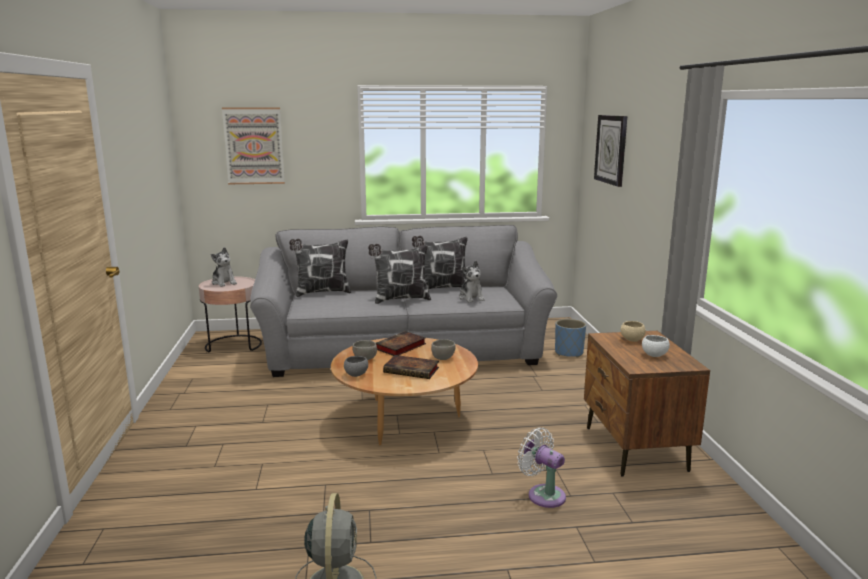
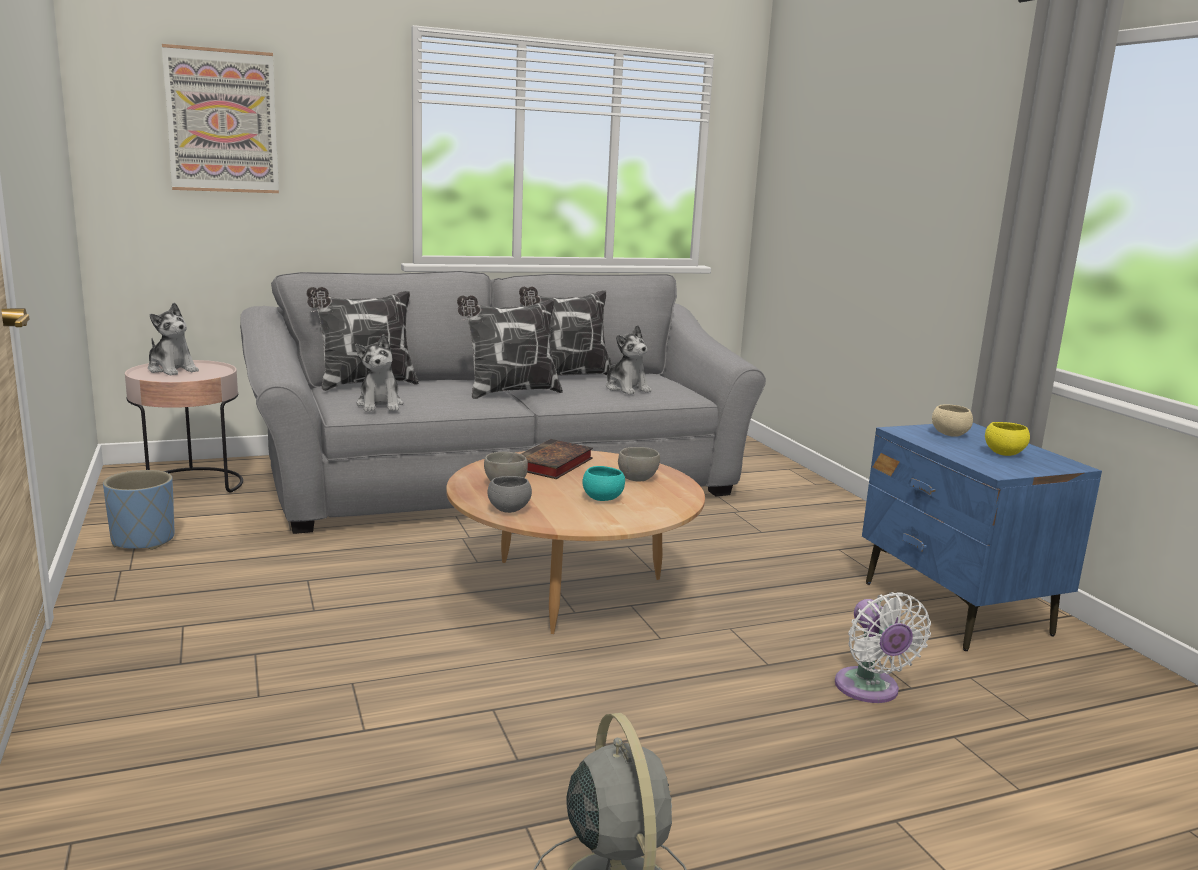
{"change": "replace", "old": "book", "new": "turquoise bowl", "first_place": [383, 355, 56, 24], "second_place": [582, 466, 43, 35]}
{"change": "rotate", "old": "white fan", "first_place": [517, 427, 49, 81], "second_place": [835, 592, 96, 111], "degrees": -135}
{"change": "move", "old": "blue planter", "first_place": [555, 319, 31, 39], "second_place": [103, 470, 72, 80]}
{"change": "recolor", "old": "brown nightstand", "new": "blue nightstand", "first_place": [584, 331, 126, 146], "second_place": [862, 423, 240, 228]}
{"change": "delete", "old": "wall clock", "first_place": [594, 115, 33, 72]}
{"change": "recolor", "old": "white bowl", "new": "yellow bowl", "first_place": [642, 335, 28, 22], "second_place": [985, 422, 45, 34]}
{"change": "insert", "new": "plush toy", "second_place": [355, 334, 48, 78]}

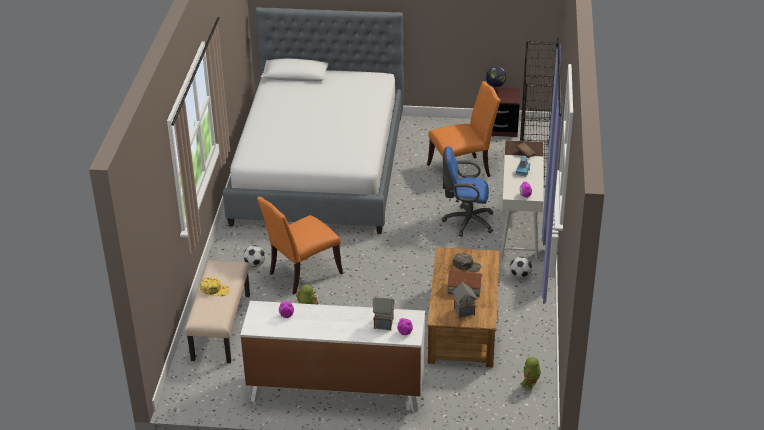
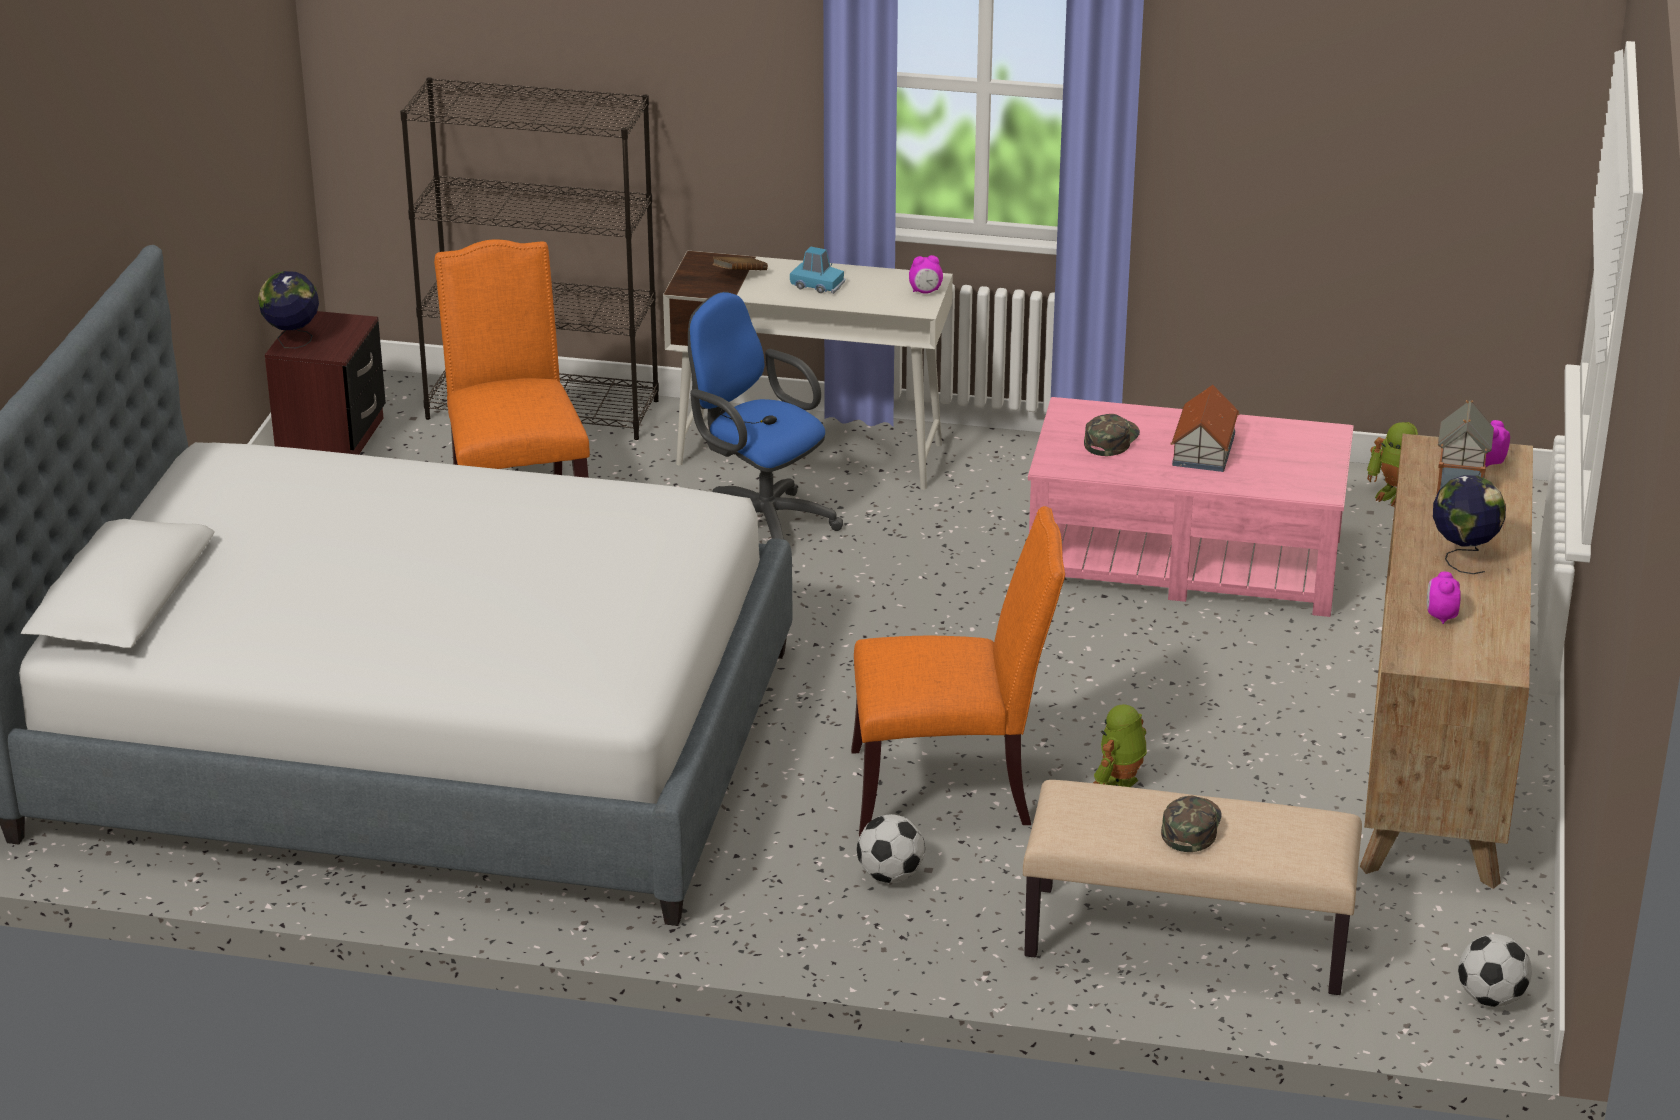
{"change": "recolor", "old": "yellow cap", "new": "green cap", "first_place": [200, 277, 30, 19], "second_place": [1161, 796, 61, 56]}
{"change": "recolor", "old": "white dresser", "new": "brown dresser", "first_place": [240, 301, 185, 112], "second_place": [1360, 434, 173, 455]}
{"change": "rotate", "old": "orange chair", "first_place": [257, 196, 86, 98], "second_place": [851, 506, 214, 331], "degrees": -60}
{"change": "recolor", "old": "brown coffee table", "new": "pink coffee table", "first_place": [427, 247, 73, 120], "second_place": [1028, 397, 326, 220]}
{"change": "rotate", "old": "blue office chair", "first_place": [442, 146, 52, 91], "second_place": [688, 292, 155, 248], "degrees": 120}
{"change": "delete", "old": "toy house", "first_place": [453, 282, 24, 37]}
{"change": "move", "old": "football", "first_place": [510, 257, 22, 22], "second_place": [1458, 934, 74, 73]}
{"change": "insert", "new": "globe", "second_place": [1433, 475, 73, 99]}

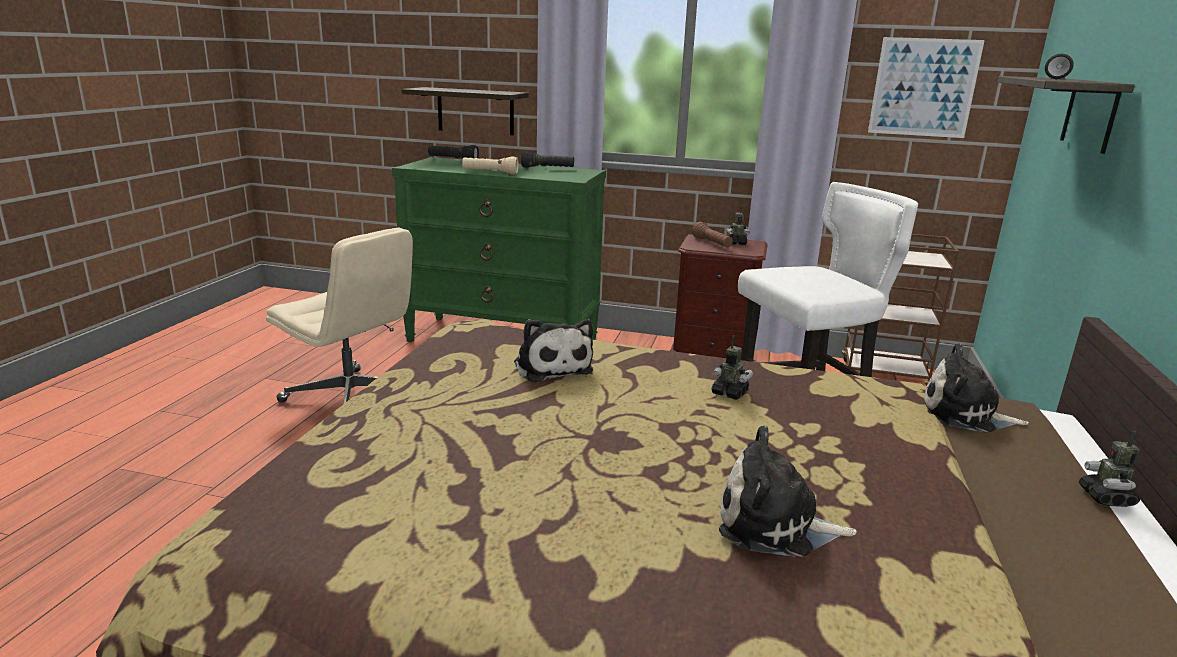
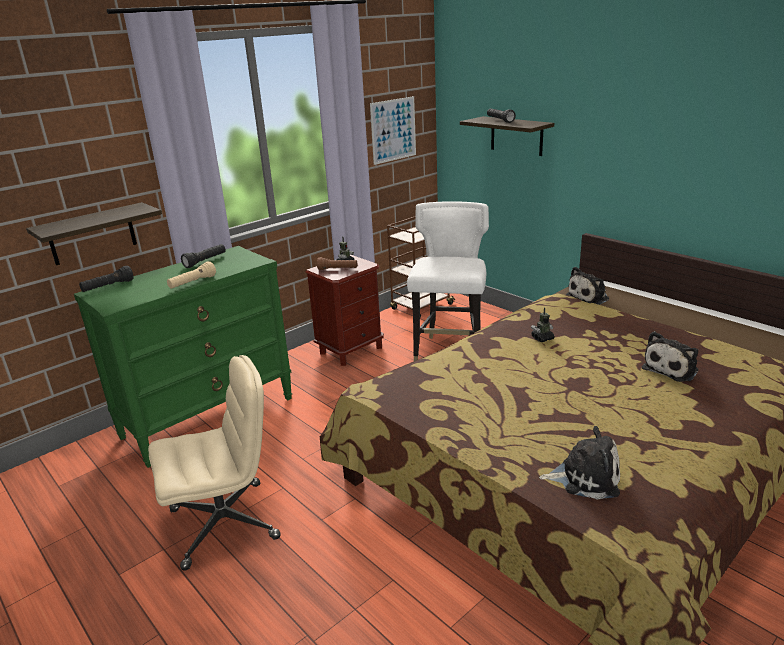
{"change": "move", "old": "plush toy", "first_place": [514, 319, 79, 63], "second_place": [539, 426, 81, 73]}
{"change": "delete", "old": "toy robot", "first_place": [1079, 431, 61, 76]}

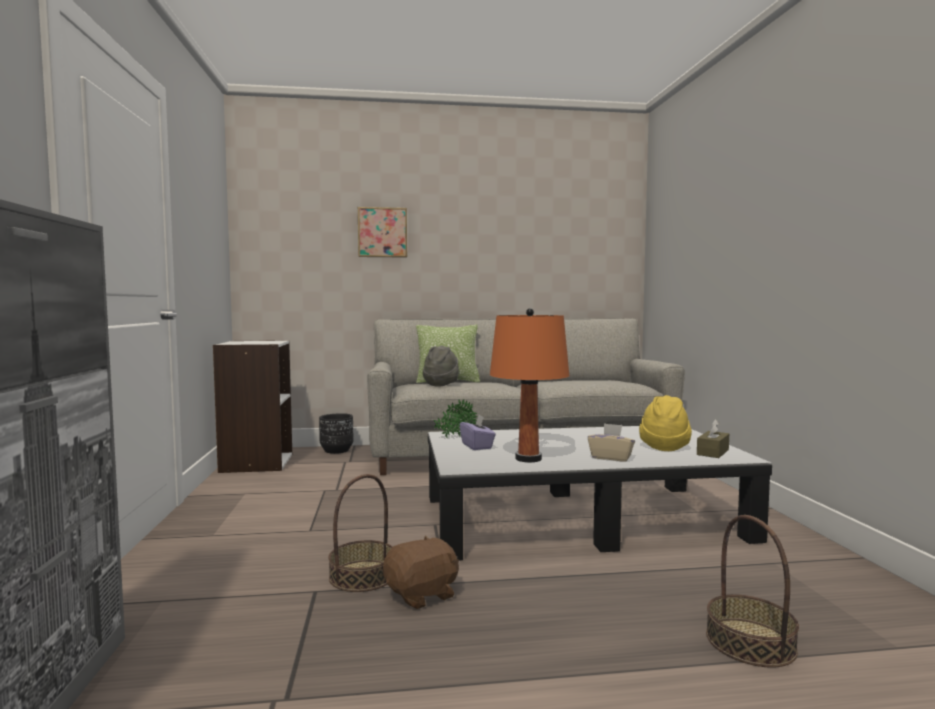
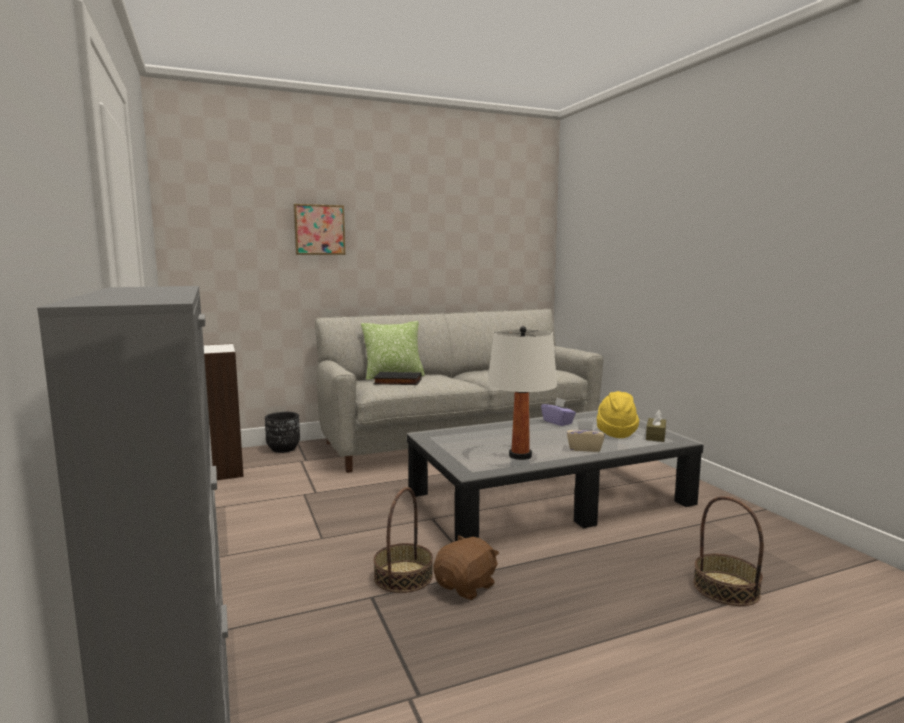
{"change": "replace", "old": "grey hat", "new": "black book", "first_place": [423, 346, 36, 41], "second_place": [373, 372, 49, 13]}
{"change": "delete", "old": "potted plant", "first_place": [434, 399, 43, 38]}
{"change": "move", "old": "purple tissue box", "first_place": [460, 415, 36, 35], "second_place": [541, 398, 35, 28]}
{"change": "recolor", "old": "orange table lamp", "new": "white table lamp", "first_place": [490, 308, 80, 154], "second_place": [487, 326, 70, 134]}

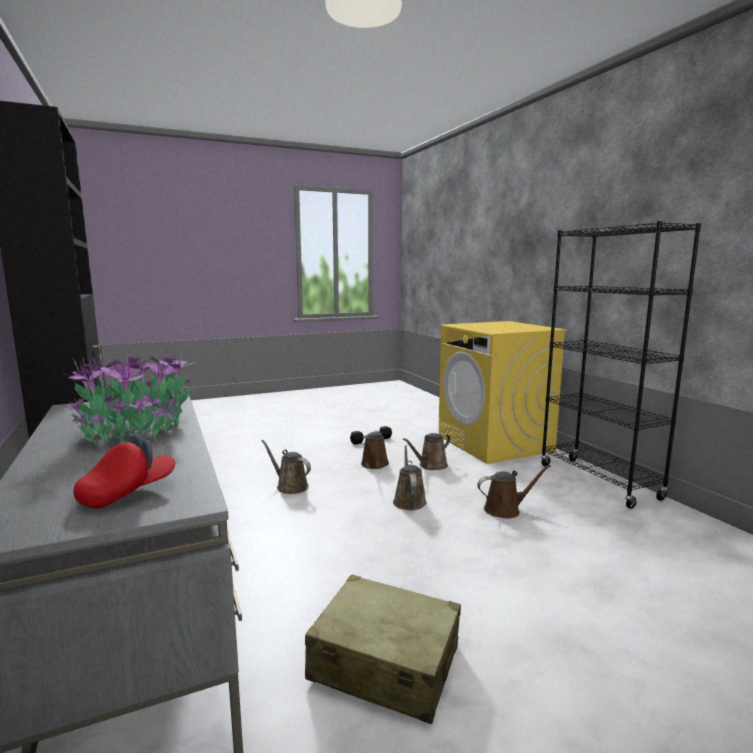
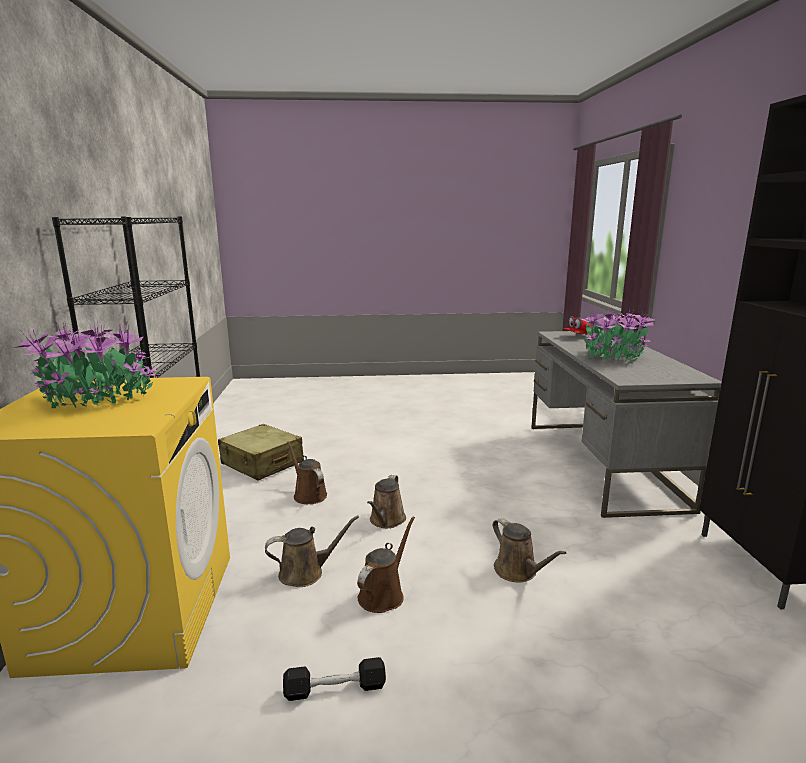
{"change": "move", "old": "beige suitcase", "first_place": [305, 574, 156, 150], "second_place": [218, 424, 86, 57]}
{"change": "rotate", "old": "brown watering can", "first_place": [477, 465, 74, 53], "second_place": [287, 441, 40, 63], "degrees": 45}
{"change": "insert", "new": "potted plant", "second_place": [14, 321, 143, 87]}

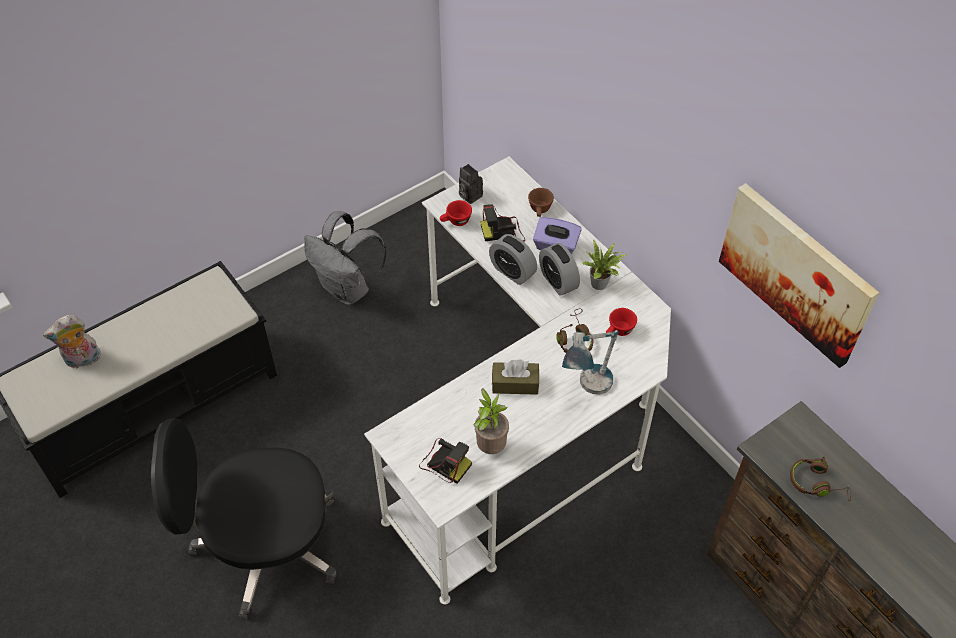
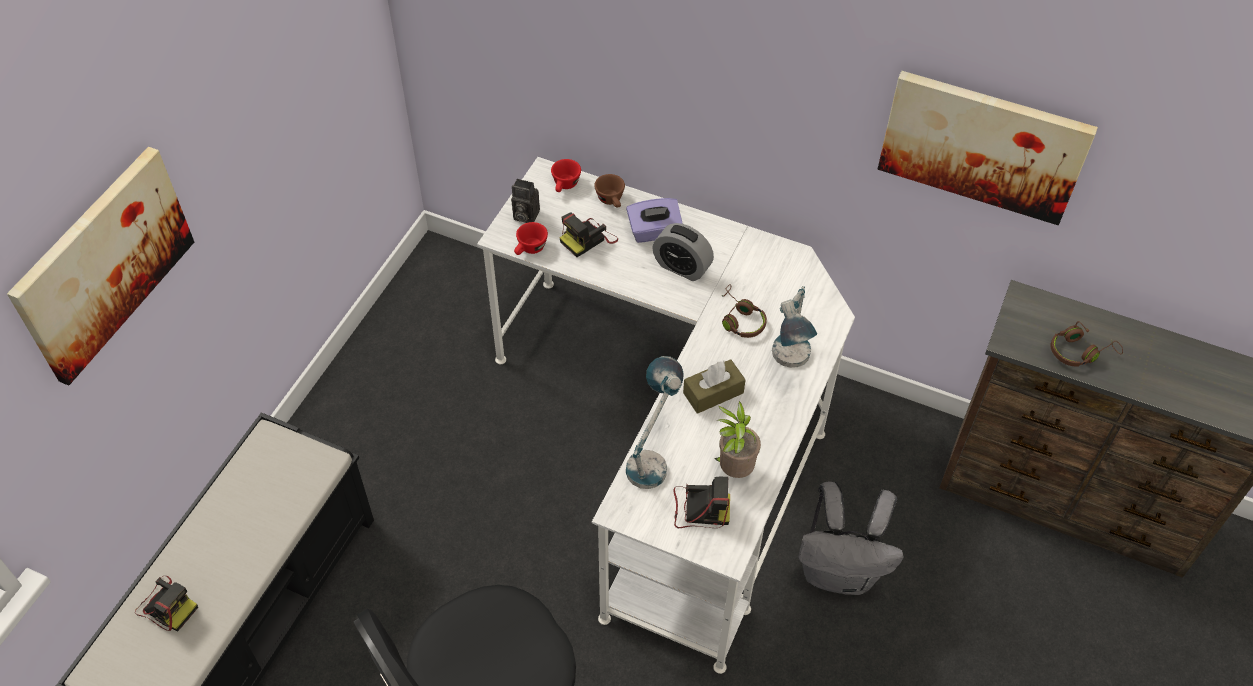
{"change": "replace", "old": "plush toy", "new": "photo camera", "first_place": [43, 315, 58, 54], "second_place": [135, 576, 63, 56]}
{"change": "move", "old": "grey backpack", "first_place": [304, 211, 83, 94], "second_place": [798, 481, 106, 114]}
{"change": "delete", "old": "alarm clock", "first_place": [489, 234, 48, 51]}
{"change": "delete", "old": "potted plant", "first_place": [582, 239, 45, 51]}
{"change": "move", "old": "red cup", "first_place": [606, 308, 31, 28], "second_place": [551, 159, 30, 33]}
{"change": "insert", "new": "picture", "second_place": [7, 147, 187, 239]}
{"change": "insert", "new": "table lamp", "second_place": [626, 356, 58, 133]}

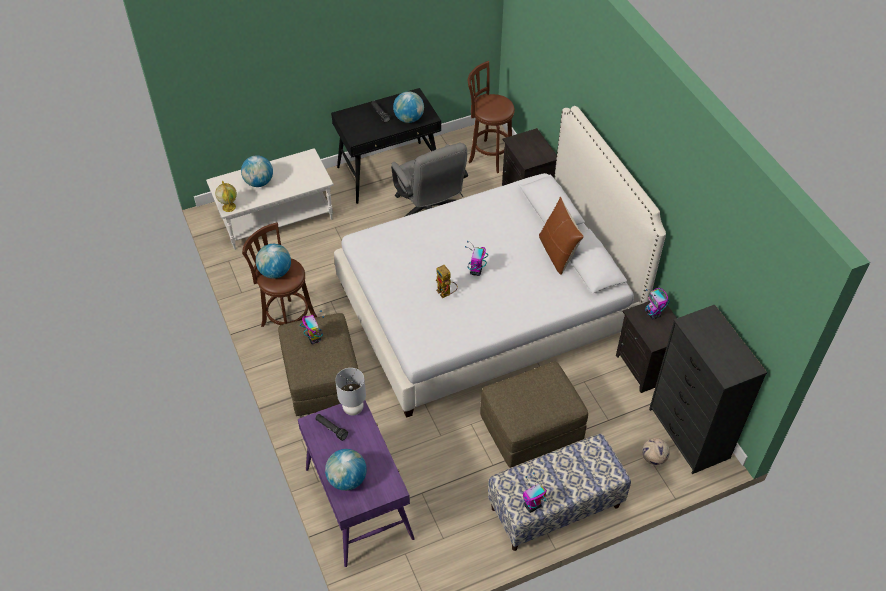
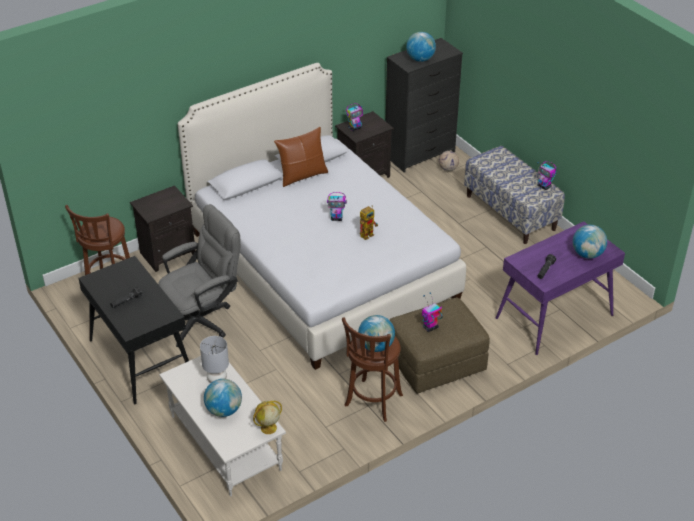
{"change": "move", "old": "grey table lamp", "first_place": [335, 368, 31, 47], "second_place": [200, 336, 29, 47]}
{"change": "move", "old": "globe", "first_place": [393, 91, 31, 32], "second_place": [406, 32, 30, 30]}
{"change": "delete", "old": "brown ottoman", "first_place": [480, 361, 108, 107]}

